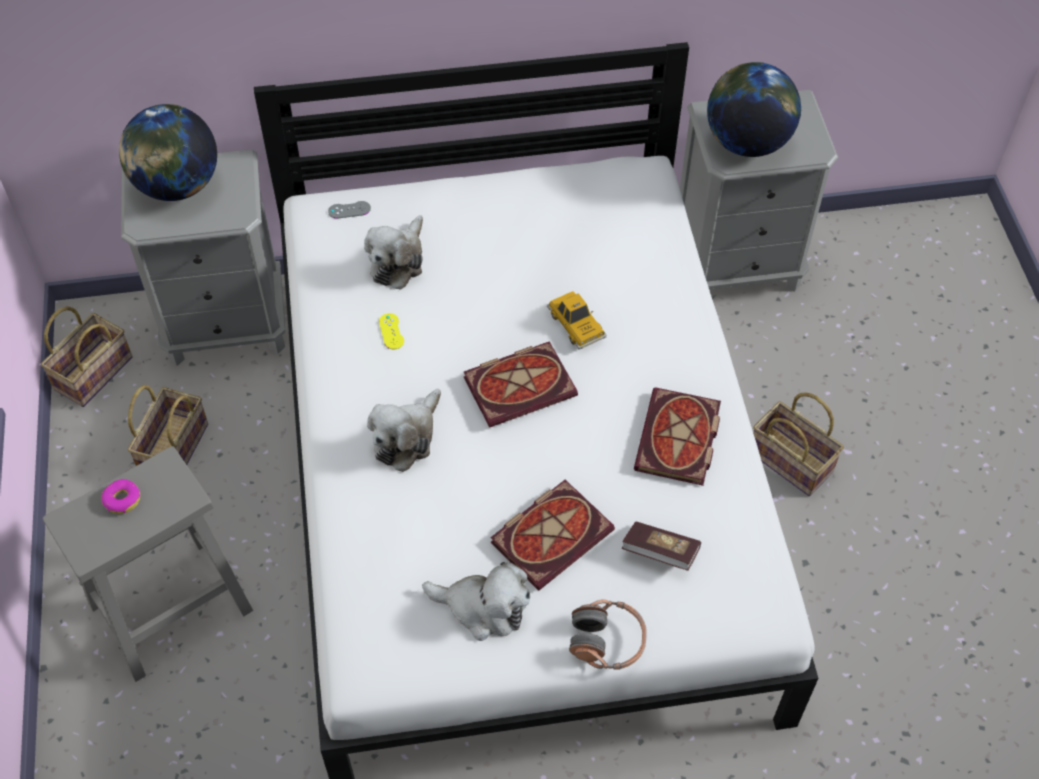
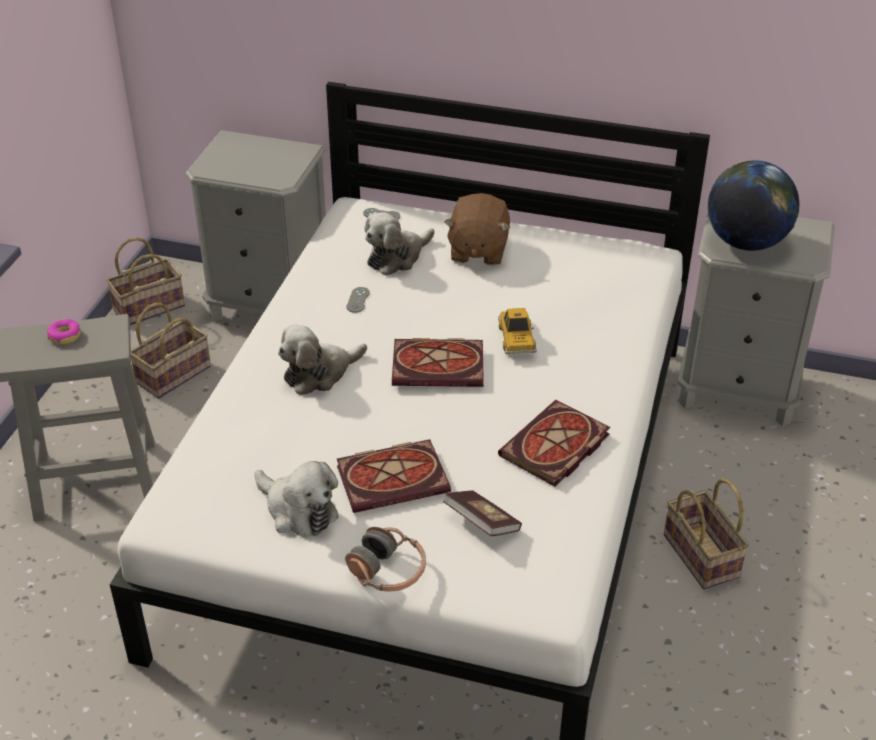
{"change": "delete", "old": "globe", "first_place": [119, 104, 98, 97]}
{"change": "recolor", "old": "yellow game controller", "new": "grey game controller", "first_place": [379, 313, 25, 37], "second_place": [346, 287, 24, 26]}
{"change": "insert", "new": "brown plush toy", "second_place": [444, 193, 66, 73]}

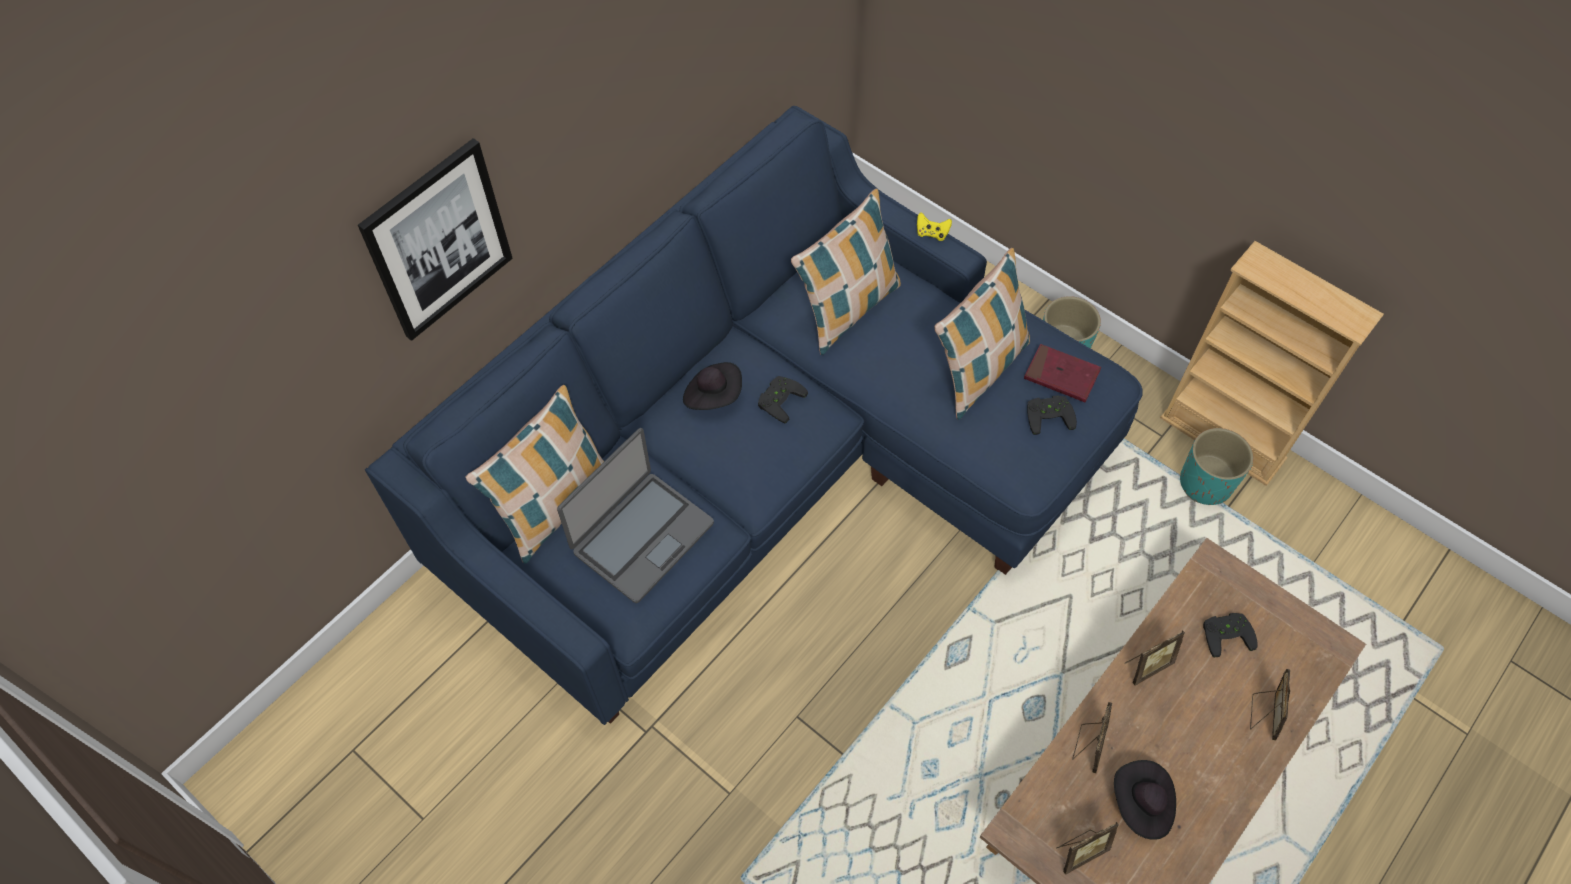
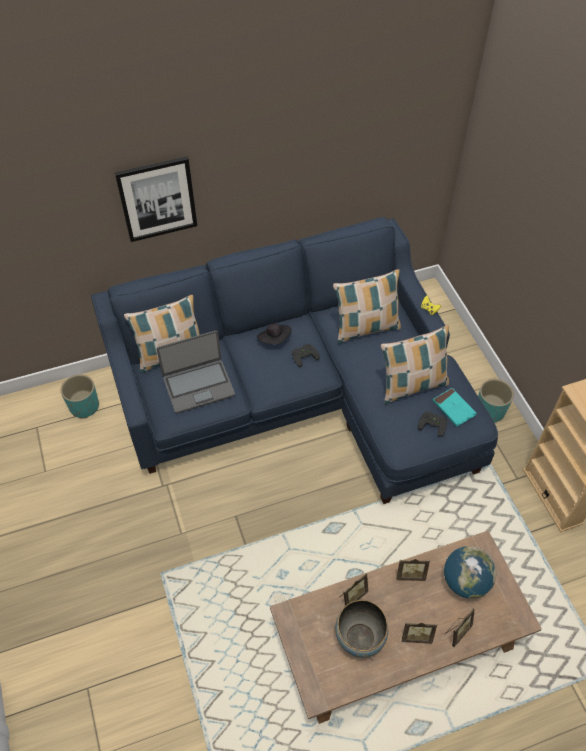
{"change": "recolor", "old": "red book", "new": "turquoise book", "first_place": [1024, 344, 77, 58], "second_place": [433, 388, 43, 39]}
{"change": "move", "old": "picture frame", "first_place": [1056, 822, 63, 53], "second_place": [402, 623, 35, 21]}
{"change": "replace", "old": "black hat", "new": "bowl", "first_place": [1114, 760, 62, 80], "second_place": [335, 600, 53, 58]}
{"change": "move", "old": "turquoise planter", "first_place": [1180, 428, 74, 77], "second_place": [61, 374, 38, 45]}
{"change": "replace", "old": "black game controller", "new": "globe", "first_place": [1203, 613, 55, 45], "second_place": [444, 546, 52, 53]}

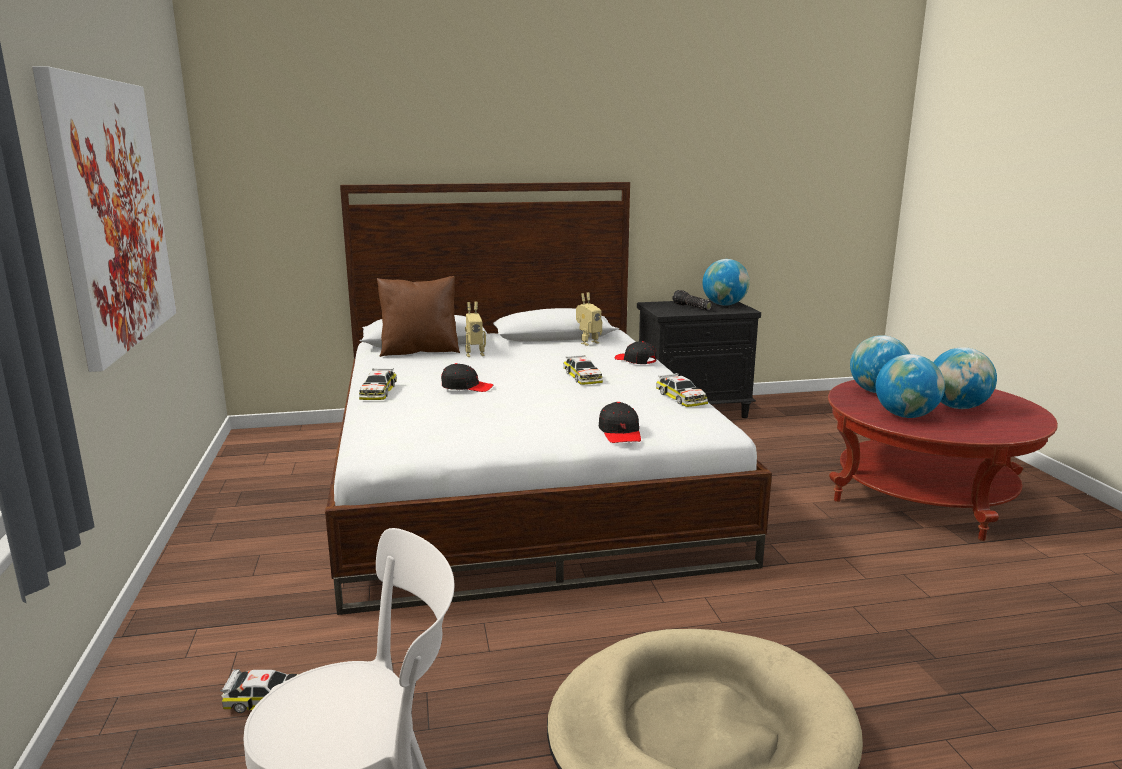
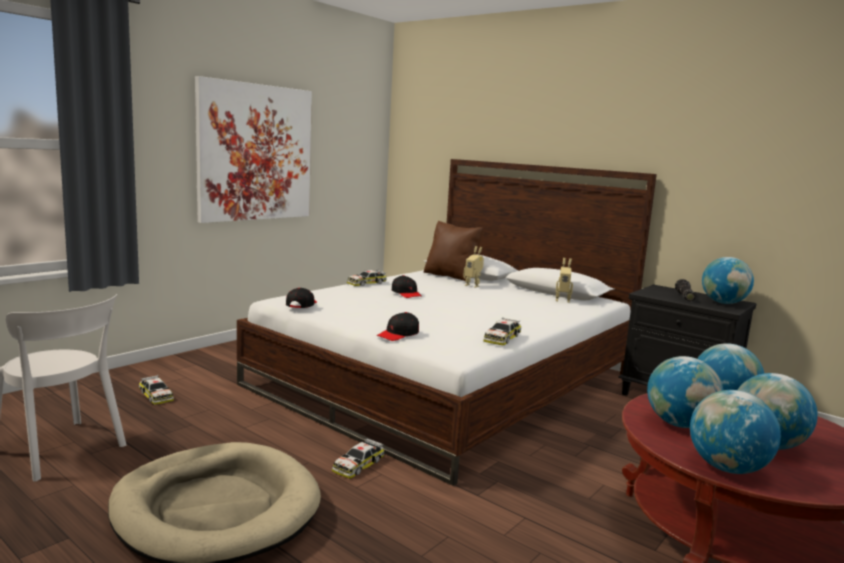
{"change": "move", "old": "toy car", "first_place": [564, 355, 39, 30], "second_place": [332, 438, 52, 41]}
{"change": "move", "old": "black cap", "first_place": [615, 341, 41, 23], "second_place": [286, 288, 31, 20]}
{"change": "insert", "new": "globe", "second_place": [690, 390, 91, 84]}

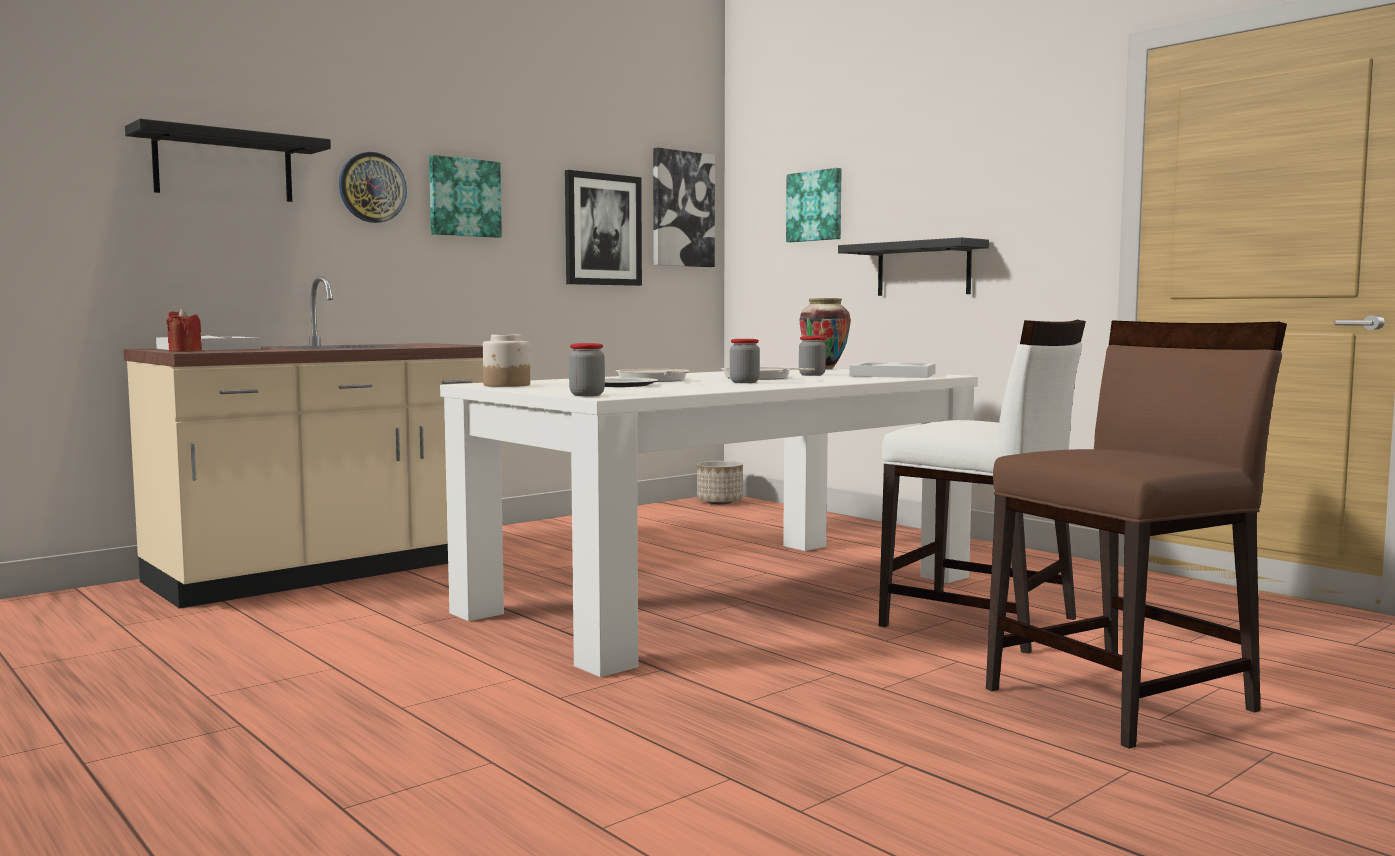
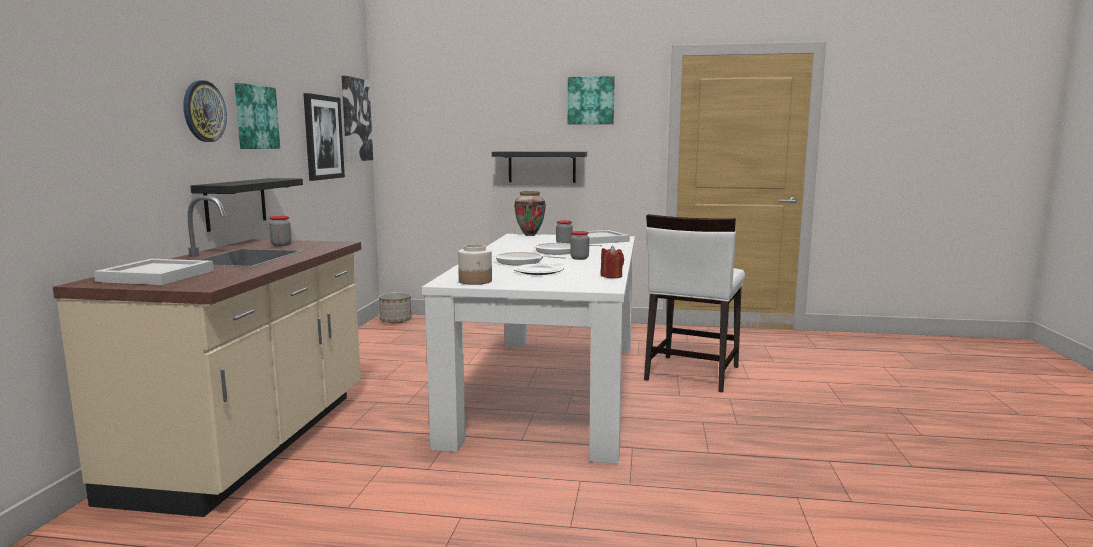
{"change": "move", "old": "black shelf", "first_place": [125, 119, 206, 83], "second_place": [191, 178, 112, 54]}
{"change": "move", "old": "red candle", "first_place": [166, 308, 36, 44], "second_place": [600, 246, 24, 32]}
{"change": "move", "old": "jar", "first_place": [569, 343, 36, 53], "second_place": [269, 216, 23, 30]}
{"change": "move", "old": "picture", "first_place": [786, 168, 56, 74], "second_place": [568, 76, 47, 48]}
{"change": "rotate", "old": "white chair", "first_place": [879, 320, 207, 334], "second_place": [644, 214, 101, 179], "degrees": 120}
{"change": "delete", "old": "brown chair", "first_place": [986, 320, 301, 429]}

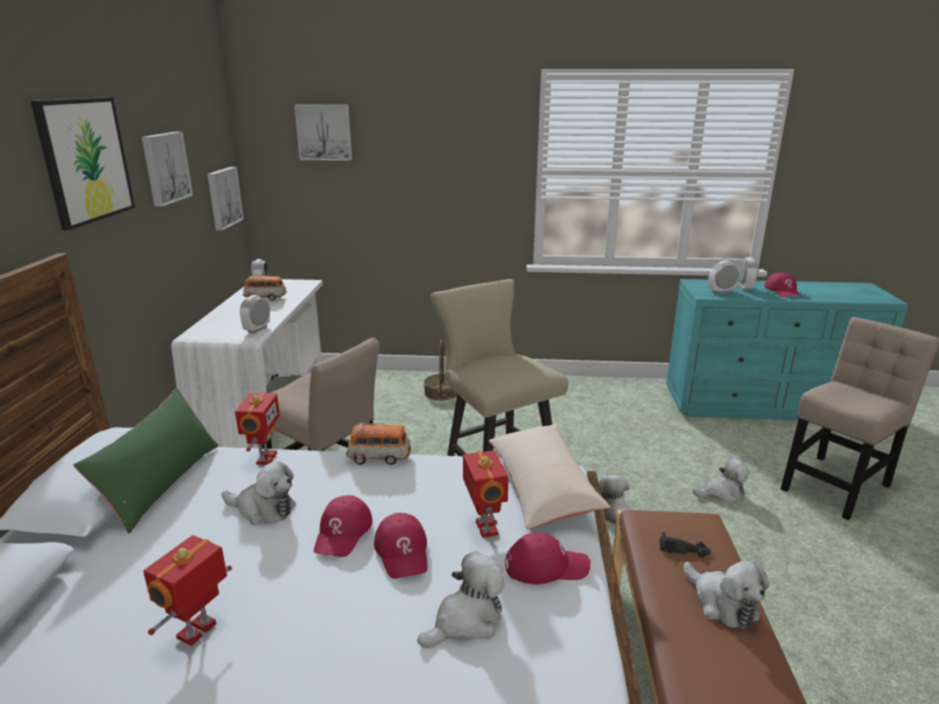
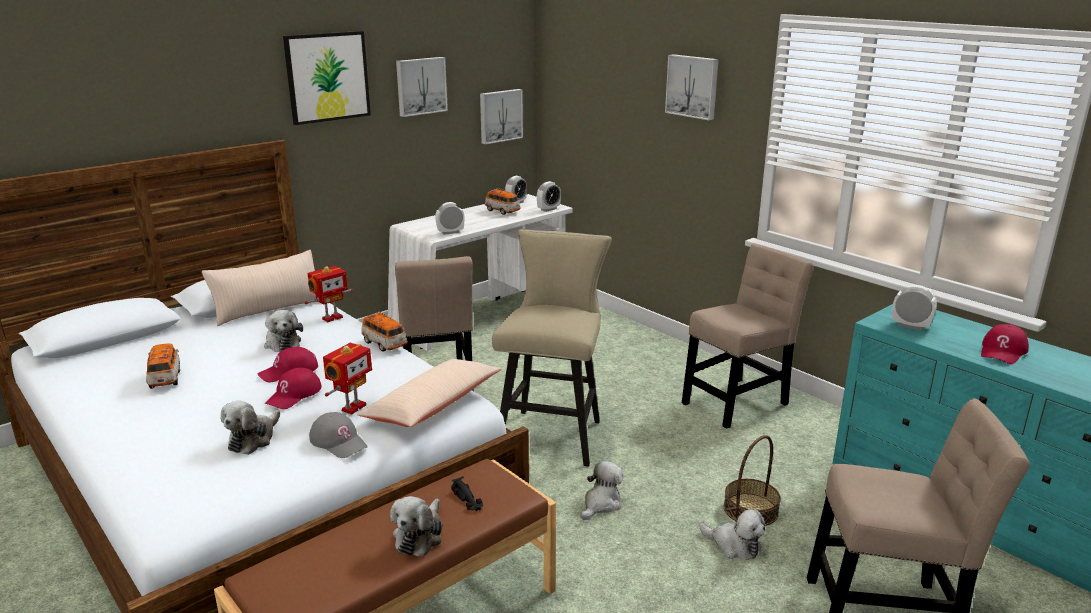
{"change": "recolor", "old": "green pillow", "new": "beige pillow", "first_place": [73, 388, 146, 146], "second_place": [202, 250, 116, 76]}
{"change": "replace", "old": "toy robot", "new": "toy car", "first_place": [143, 535, 89, 111], "second_place": [146, 344, 34, 45]}
{"change": "move", "old": "picture", "first_place": [294, 105, 58, 56], "second_place": [665, 54, 54, 66]}
{"change": "rotate", "old": "plush toy", "first_place": [417, 551, 88, 97], "second_place": [220, 401, 60, 54], "degrees": 105}
{"change": "move", "old": "basket", "first_place": [424, 340, 33, 61], "second_place": [724, 435, 57, 91]}
{"change": "recolor", "old": "red cap", "new": "grey cap", "first_place": [505, 533, 86, 51], "second_place": [309, 412, 59, 46]}
{"change": "move", "old": "alarm clock", "first_place": [737, 257, 21, 34], "second_place": [537, 181, 24, 31]}
{"change": "insert", "new": "beige chair", "second_place": [682, 243, 132, 186]}

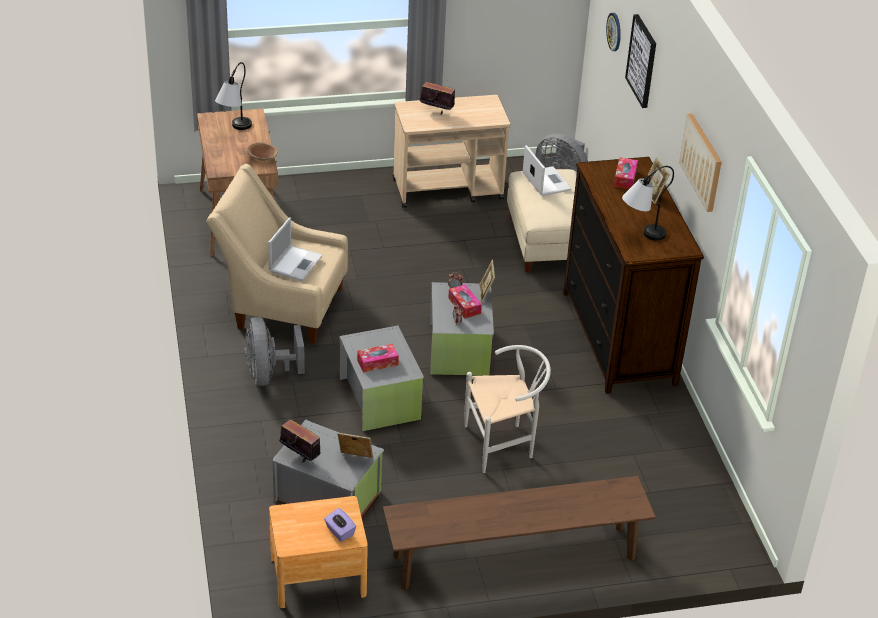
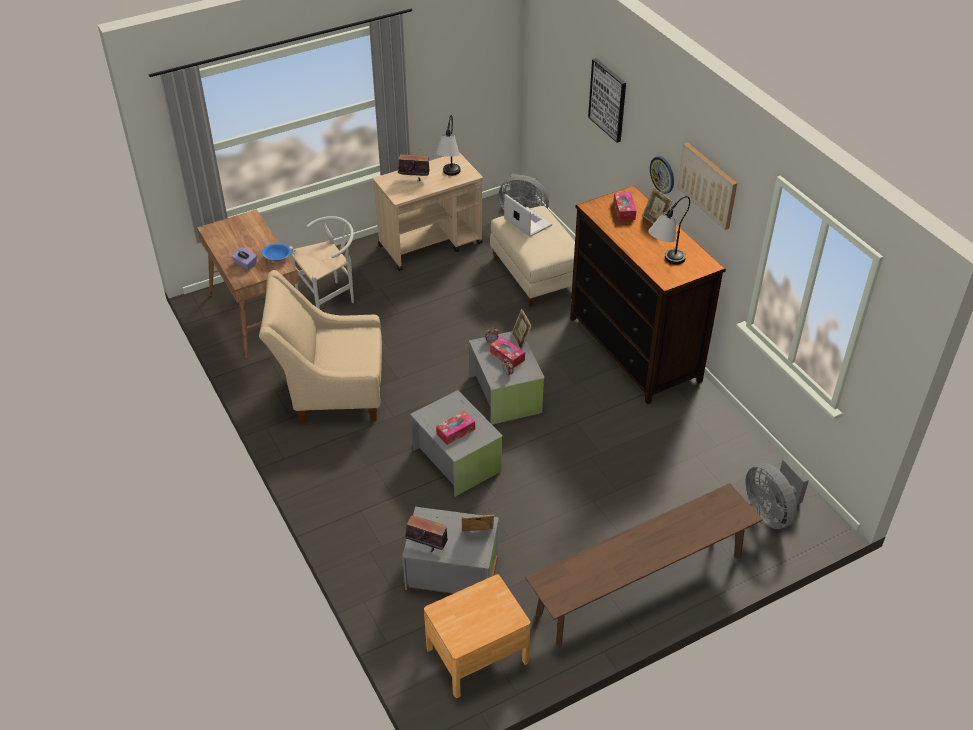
{"change": "move", "old": "table lamp", "first_place": [215, 62, 37, 68], "second_place": [435, 115, 26, 61]}
{"change": "move", "old": "grey fan", "first_place": [244, 317, 61, 69], "second_place": [746, 458, 63, 71]}
{"change": "recolor", "old": "brown bowl", "new": "blue bowl", "first_place": [248, 143, 30, 18], "second_place": [262, 244, 29, 18]}
{"change": "delete", "old": "laptop", "first_place": [268, 217, 55, 64]}
{"change": "move", "old": "purple tissue box", "first_place": [324, 508, 32, 34], "second_place": [231, 247, 26, 23]}
{"change": "move", "old": "white chair", "first_place": [464, 345, 87, 128], "second_place": [289, 216, 65, 94]}
{"change": "move", "old": "wall clock", "first_place": [606, 13, 15, 38], "second_place": [650, 156, 24, 38]}

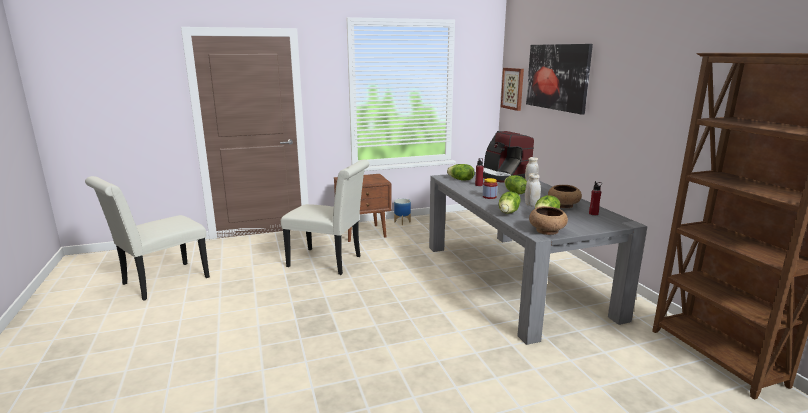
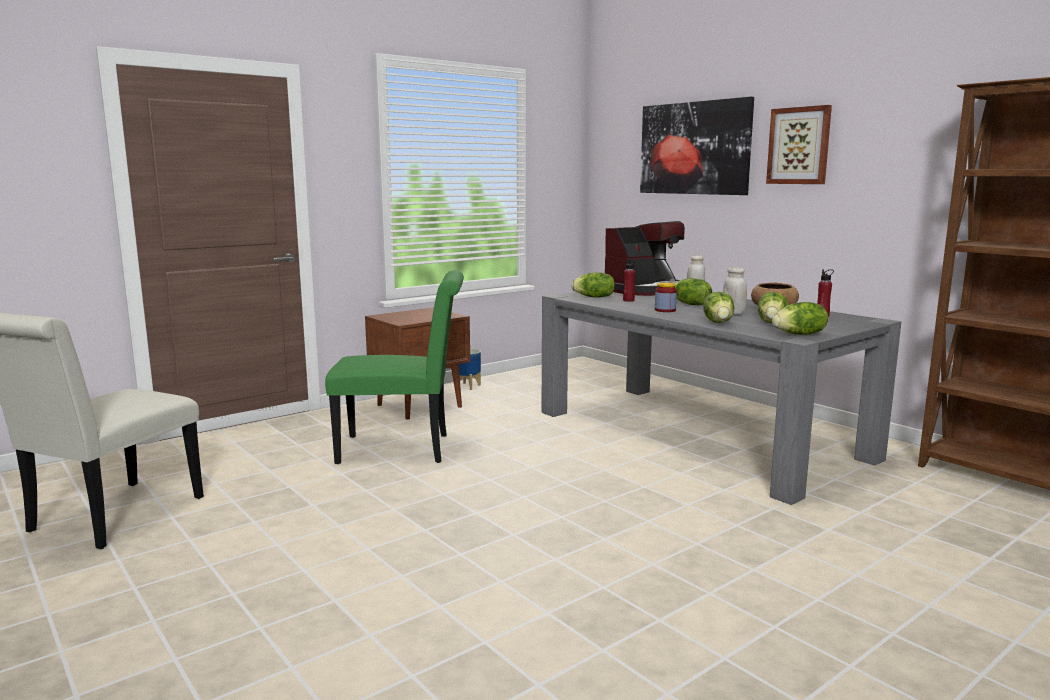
{"change": "recolor", "old": "white chair", "new": "green chair", "first_place": [281, 159, 88, 116], "second_place": [325, 270, 139, 194]}
{"change": "rotate", "old": "coffee machine", "first_place": [483, 131, 51, 52], "second_place": [605, 221, 80, 75], "degrees": -75}
{"change": "move", "old": "picture", "first_place": [501, 68, 23, 43], "second_place": [766, 105, 66, 79]}
{"change": "replace", "old": "brown bowl", "new": "lettuce", "first_place": [529, 206, 39, 29], "second_place": [772, 302, 56, 33]}

